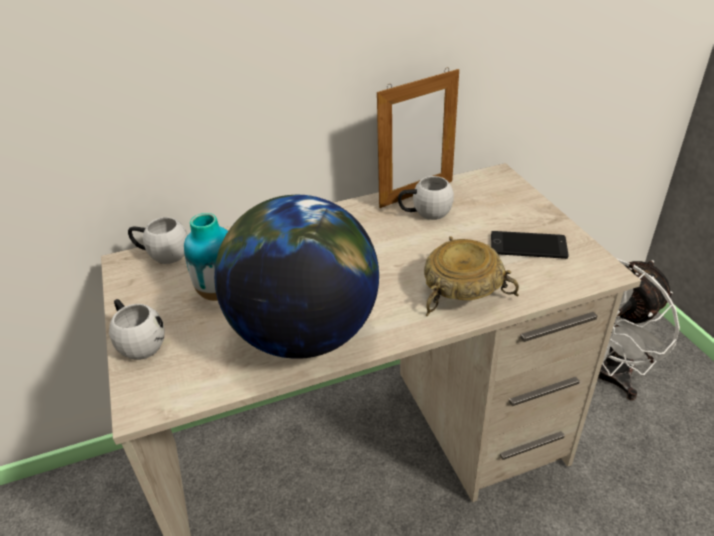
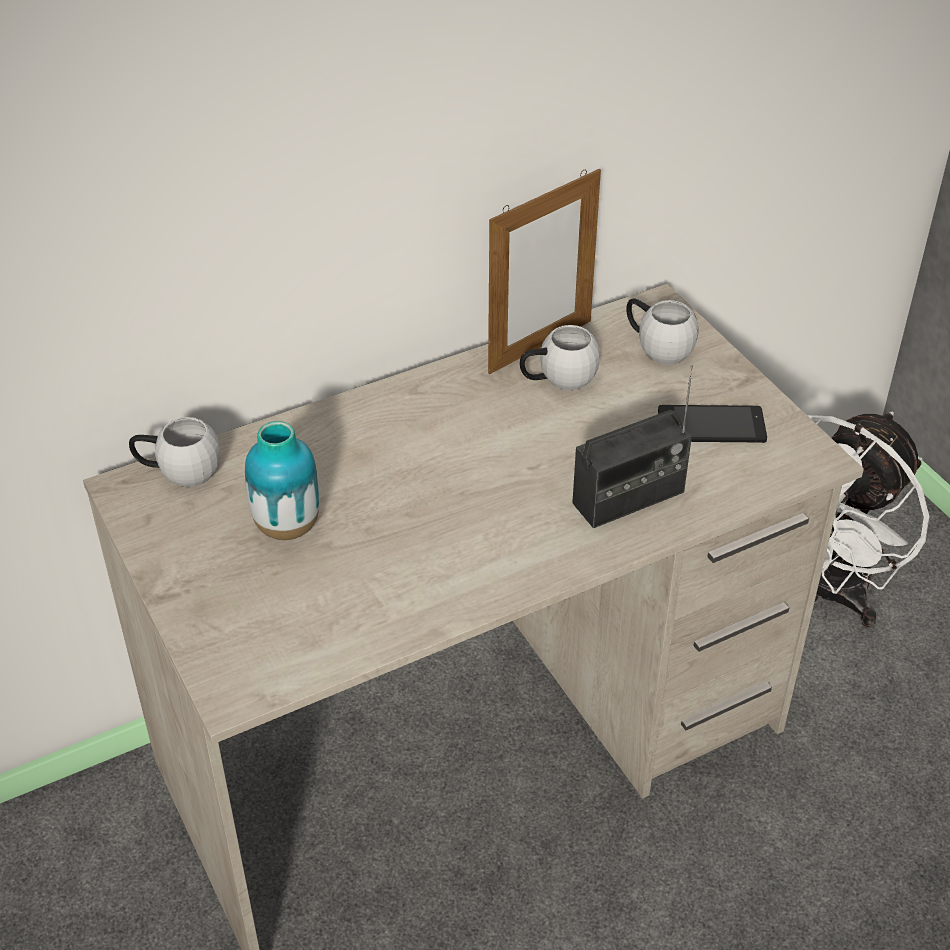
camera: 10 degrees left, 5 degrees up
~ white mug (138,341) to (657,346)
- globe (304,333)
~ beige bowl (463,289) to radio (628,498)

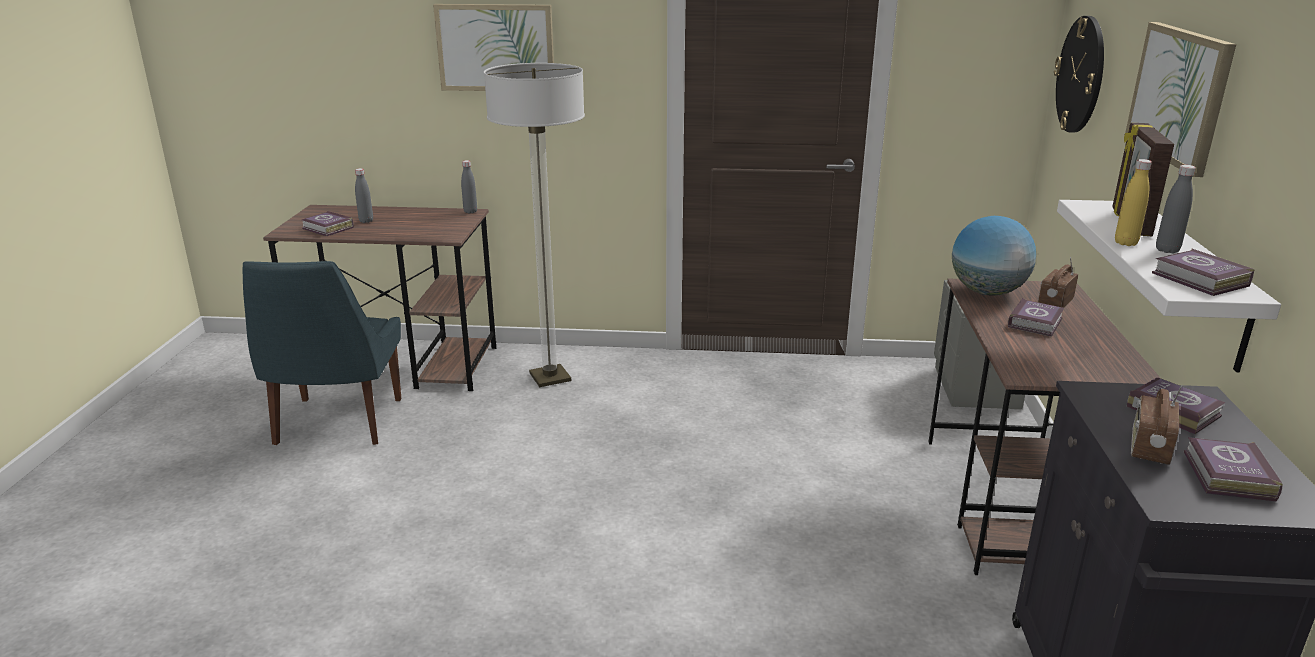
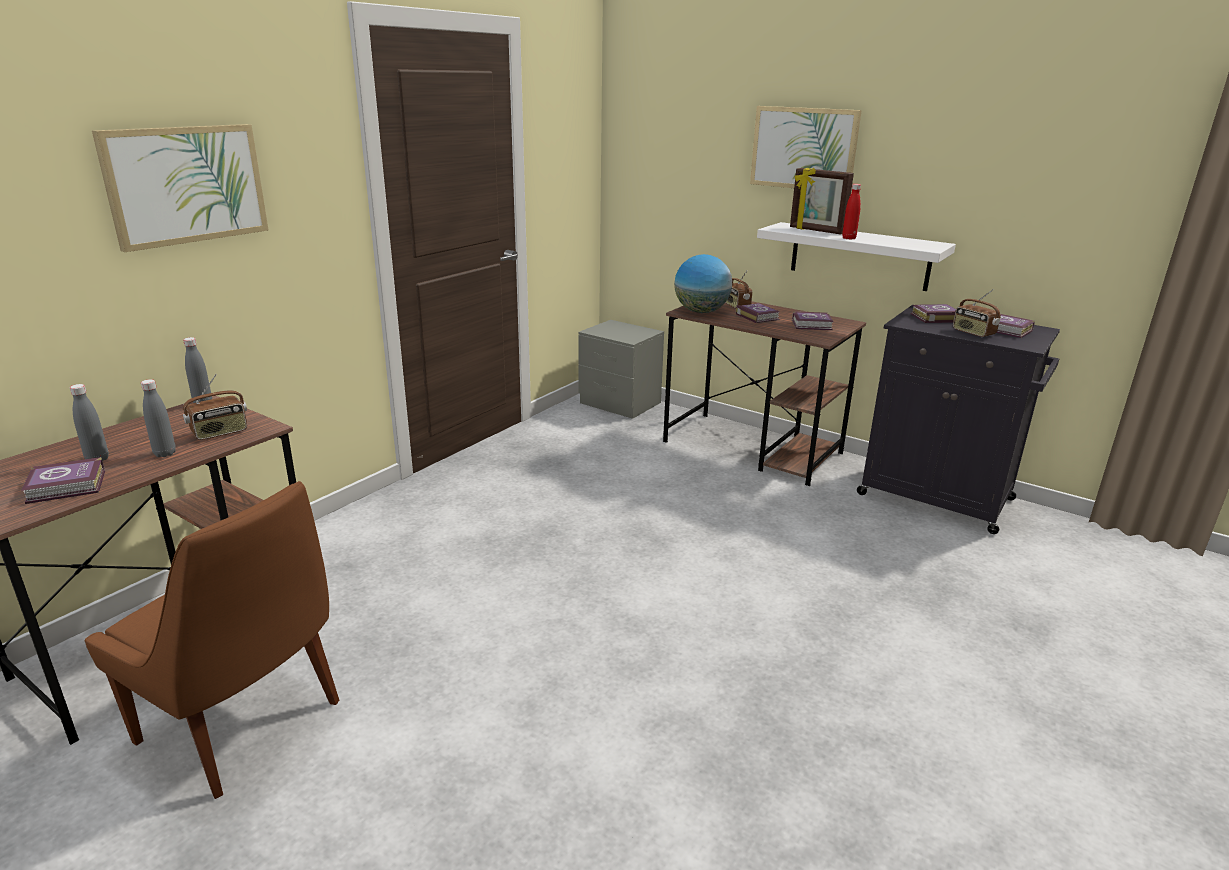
camera: 60 degrees left, 0 degrees up
~ blue chair (337,424) to brown chair (245,725)
- floor lamp (550,377)
- wall clock (1081,75)
~ yellow bottle (1125,243) to red bottle (849,238)
~ book (1200,280) to (813,325)
~ grey bottle (1167,250) to (165,453)
+ radio (220,433)

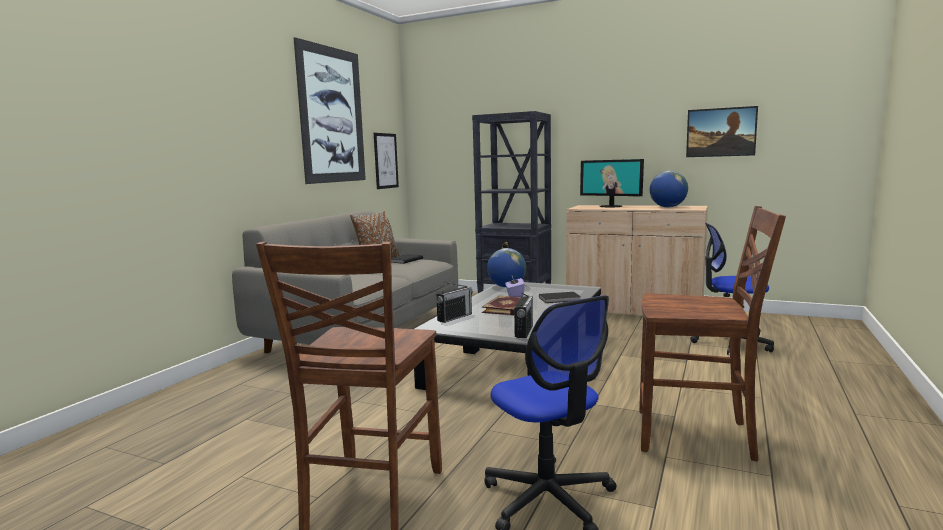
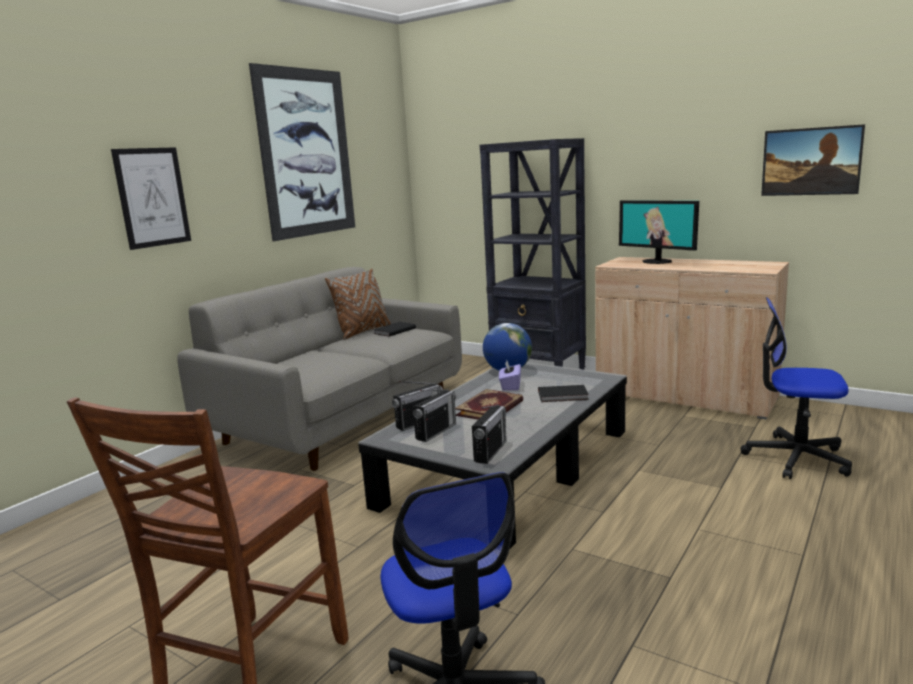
camera: 10 degrees right, 5 degrees up
~ picture (386,161) to (152,197)
- brown chair (696,436)
- globe (668,207)
+ radio (436,431)

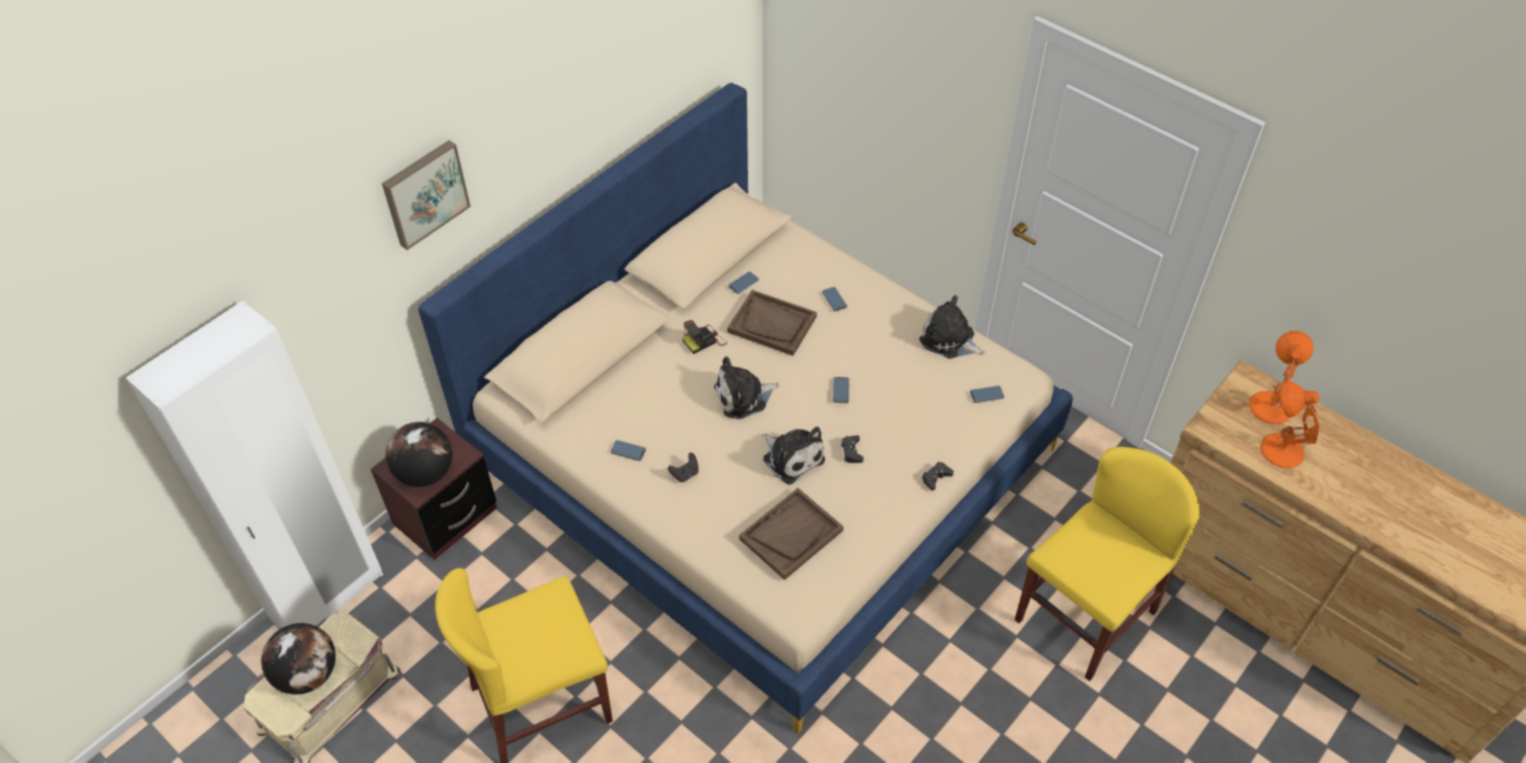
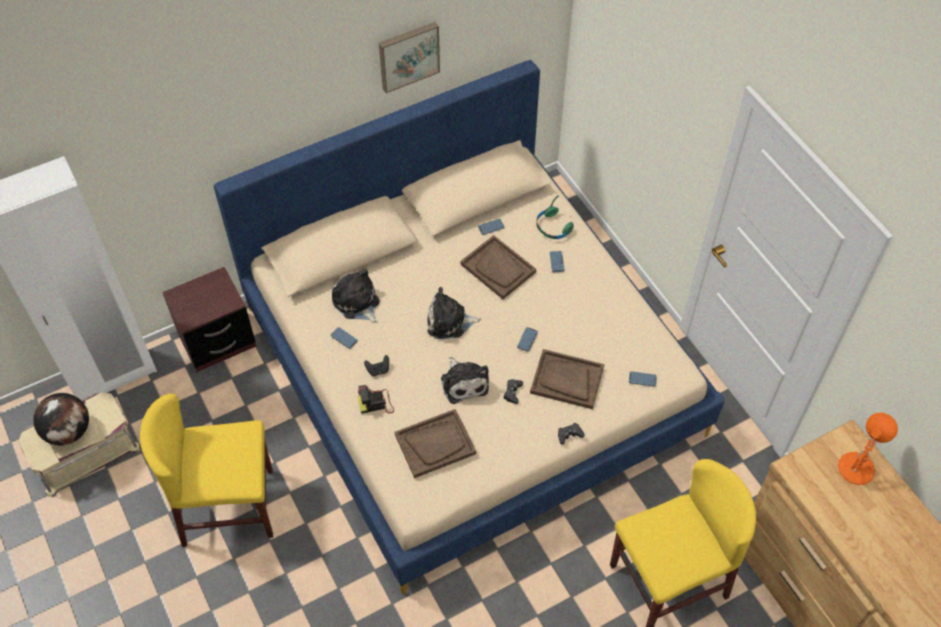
camera: 20 degrees right, 5 degrees up
~ picture (424,193) to (408,55)
- globe (425,473)
~ photo camera (704,340) to (376,403)
~ plush toy (949,340) to (357,303)
- orange table lamp (1279,450)
+ brown tray (566,380)
+ green headphones (553,227)

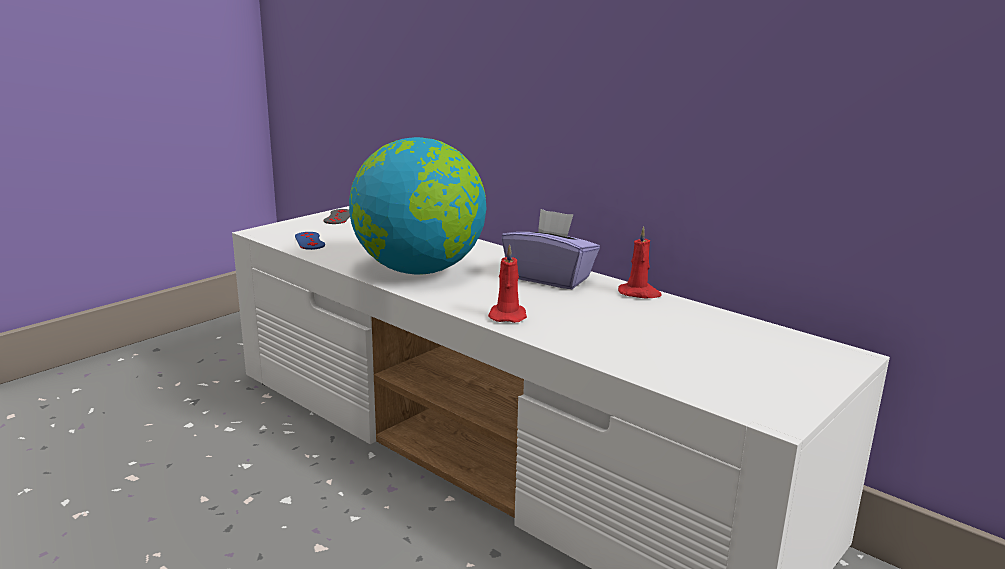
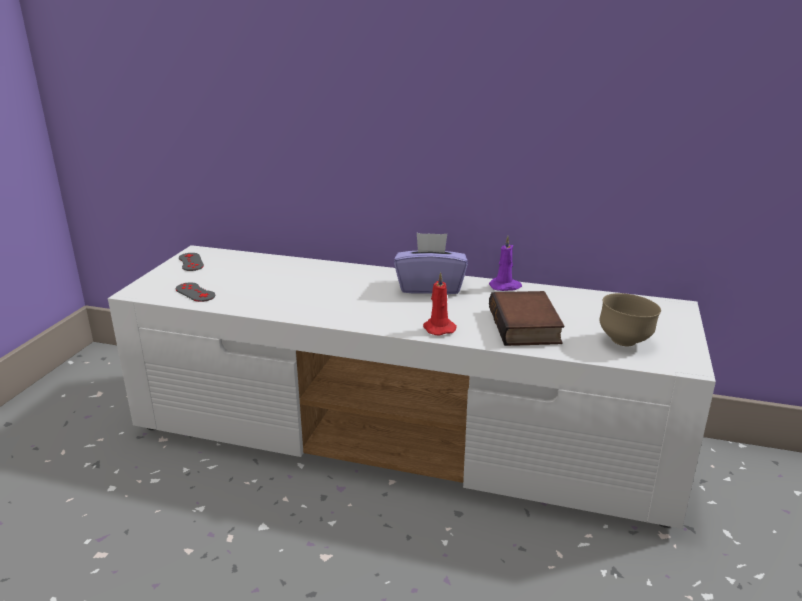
camera: 25 degrees left, 5 degrees up
~ blue game controller (309,241) to grey game controller (195,292)
- globe (419,270)
~ red candle (639,293) to purple candle (505,286)
+ book (527,326)
+ brown bowl (625,342)

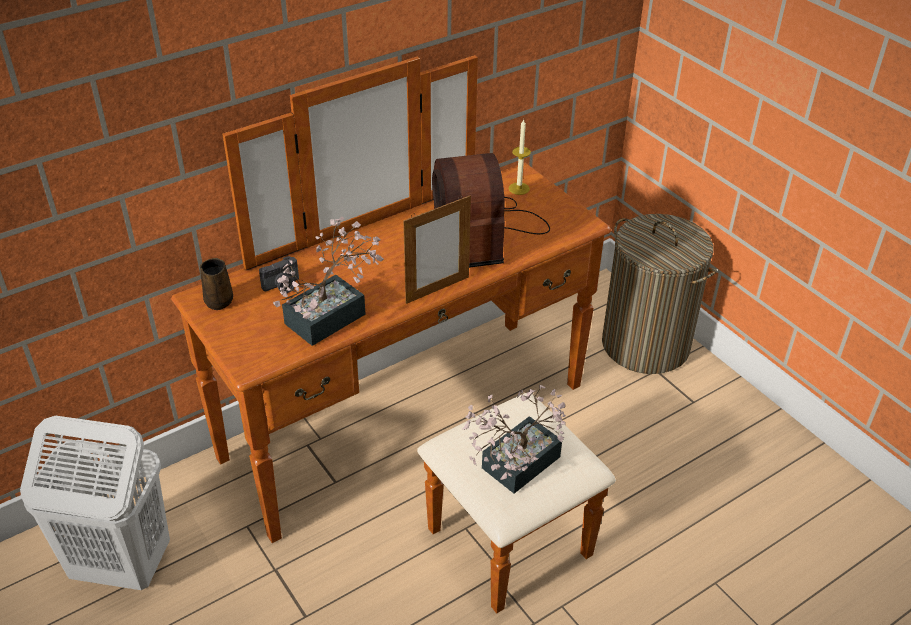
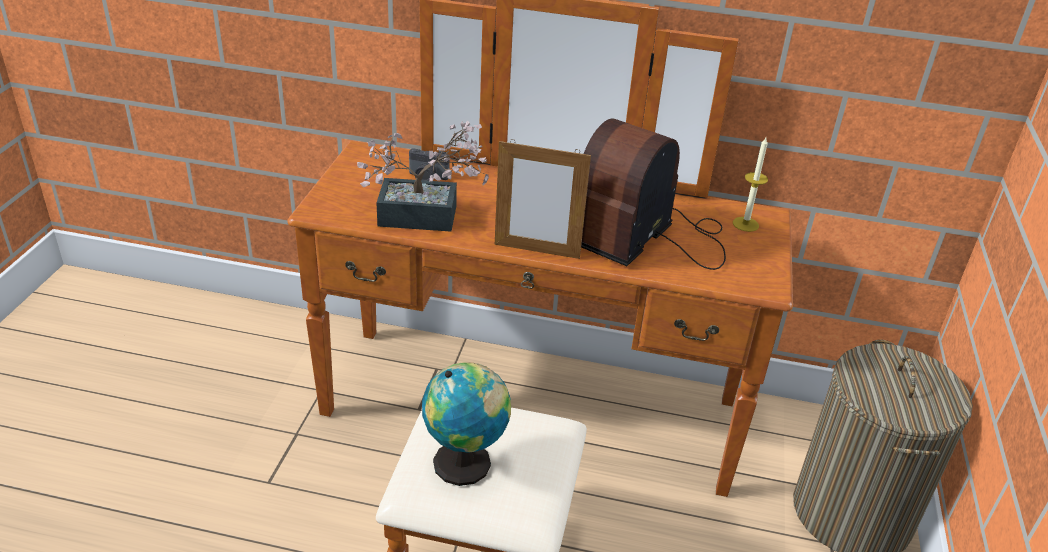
camera: 45 degrees right, 5 degrees down
- white laundry basket (120,565)
- brown mug (220,300)
~ potted plant (513,467) to globe (466,463)

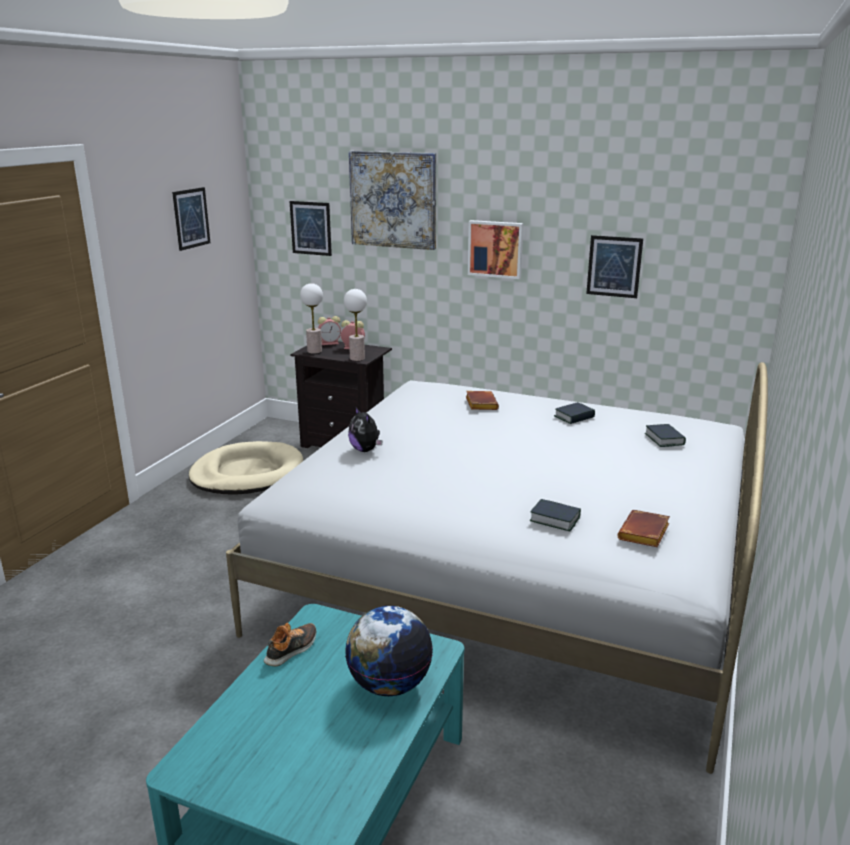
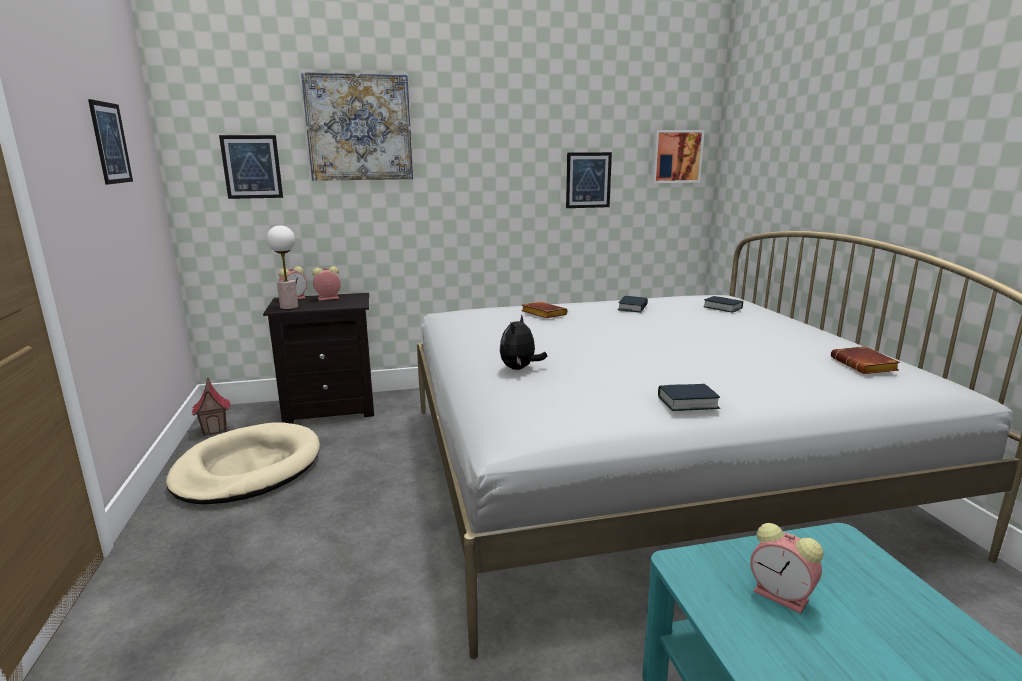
camera: 35 degrees left, 5 degrees down
- shoe (292,649)
- table lamp (357,358)
- globe (389,684)
~ plush toy (365,450) = (520,369) 90 degrees clockwise
~ picture (496,249) to (676,156)
~ book (554,519) to (687,403)
+ toy house (215,429)
+ alarm clock (783,596)

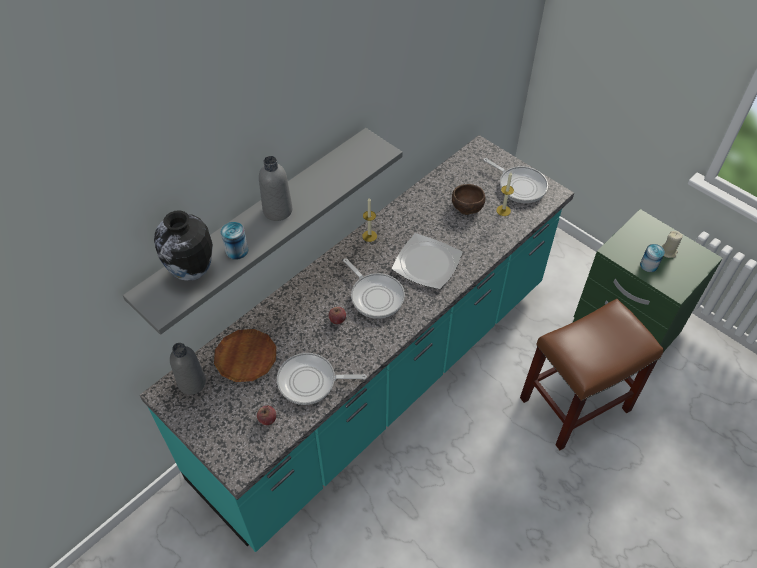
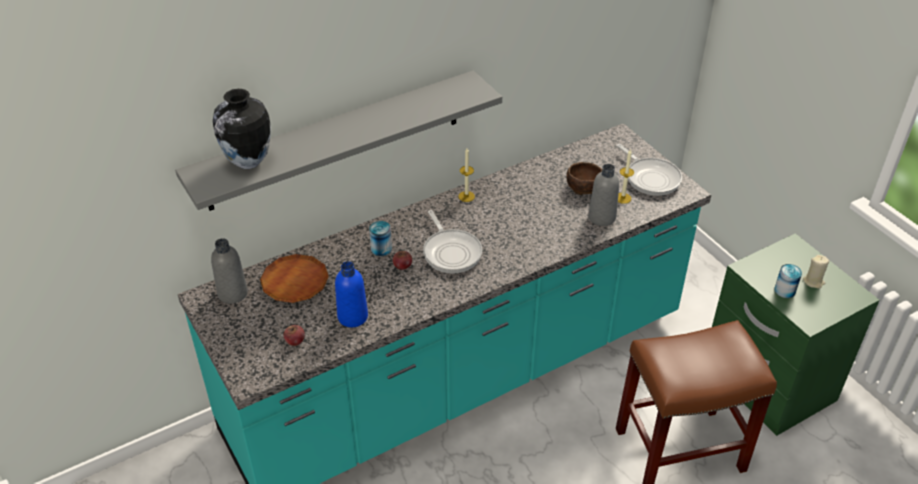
camera: 15 degrees right, 10 degrees down
~ can (237,250) to (381,249)
~ grey bottle (277,210) to (602,217)
~ frying pan (311,381) to blue bottle (352,316)
- plate (426,263)

